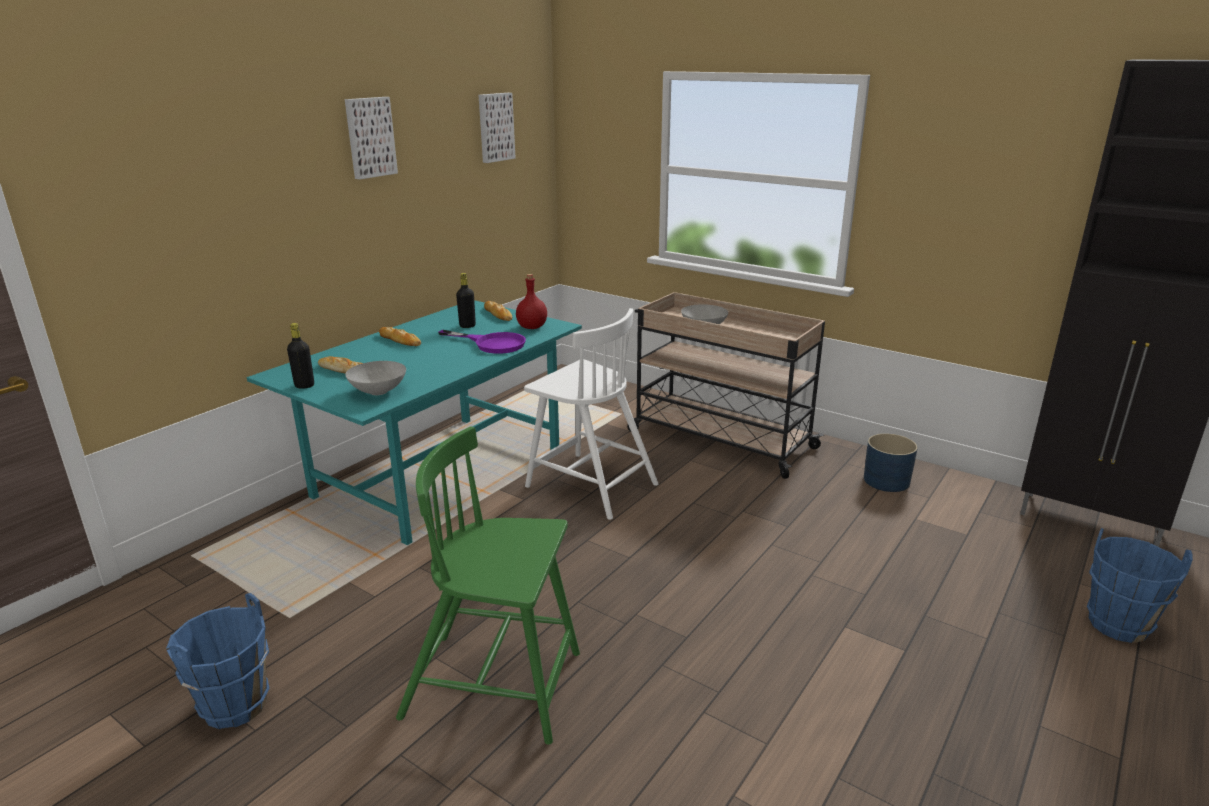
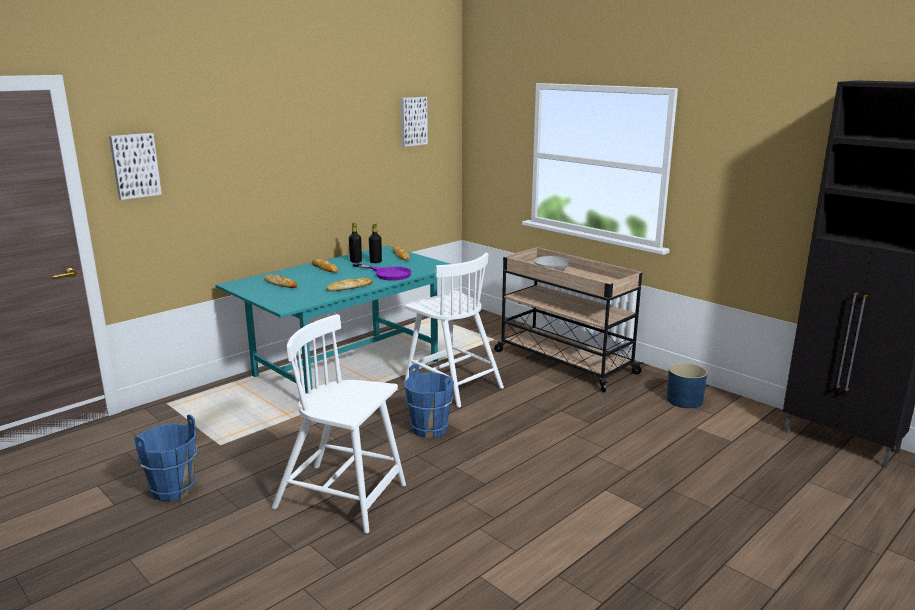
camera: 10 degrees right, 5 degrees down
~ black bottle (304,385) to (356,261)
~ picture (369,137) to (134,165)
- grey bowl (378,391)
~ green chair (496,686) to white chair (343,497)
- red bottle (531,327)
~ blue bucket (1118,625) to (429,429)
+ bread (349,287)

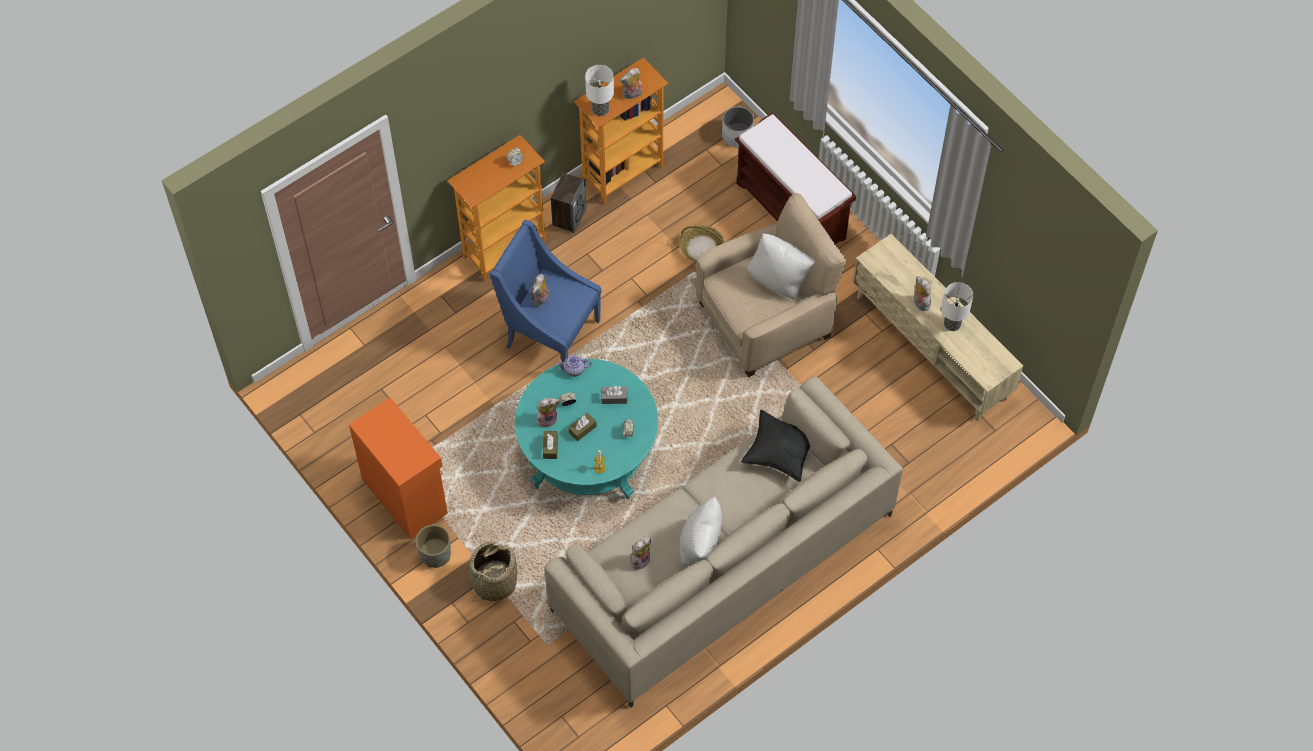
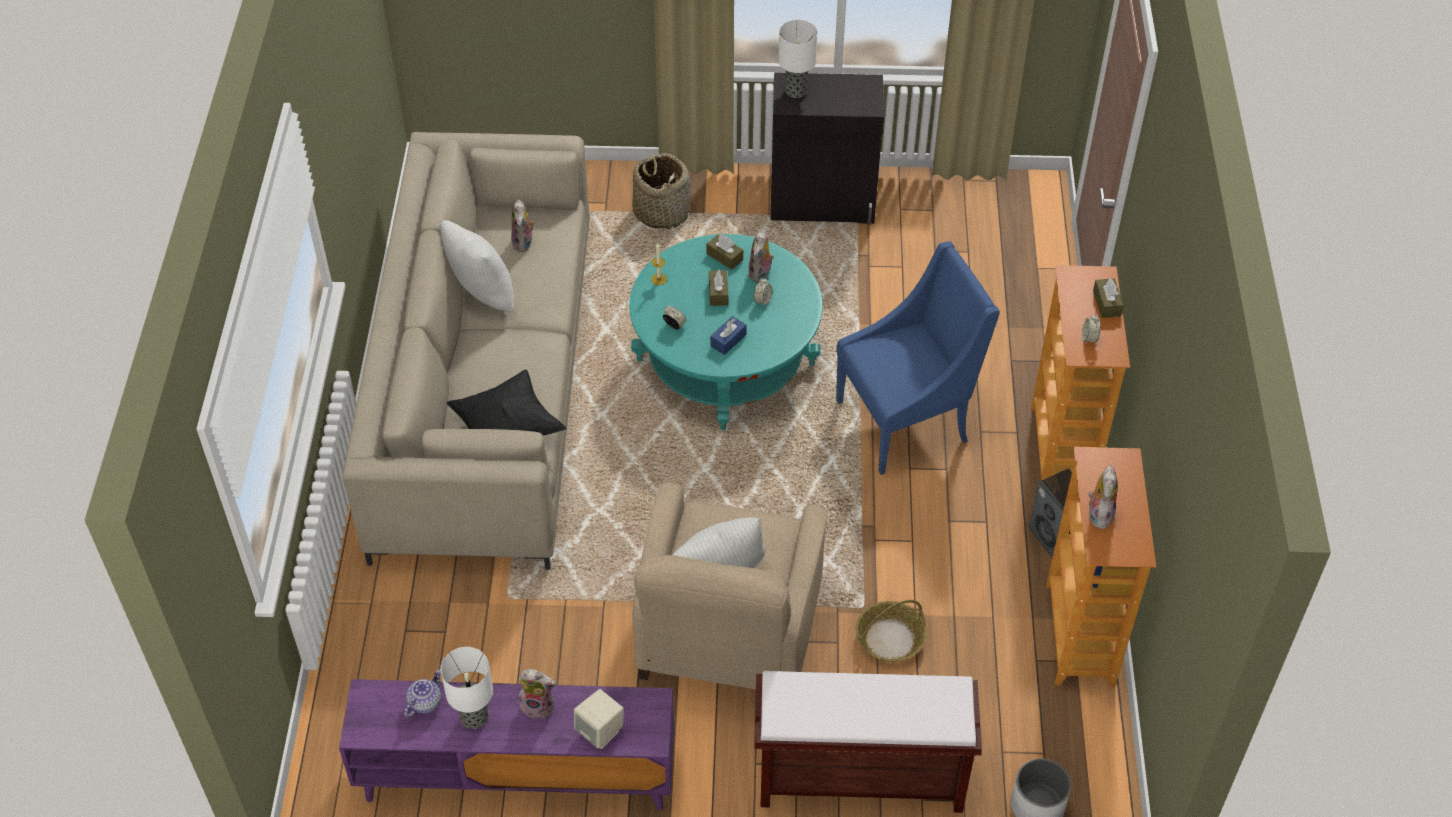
camera: 130 degrees right, 10 degrees down
~ orange cabinet (405,495) to black cabinet (823,204)
- grey planter (435,555)
- plush toy (541,299)
~ teapot (574,370) to (425,702)
~ table lamp (601,109) to (795,91)
~ grey tissue box (614,398) to blue tissue box (728,340)
~ beige tv stand (932,347) to purple tv stand (516,776)
+ beige speaker (600,731)
+ brown tissue box (1106,303)

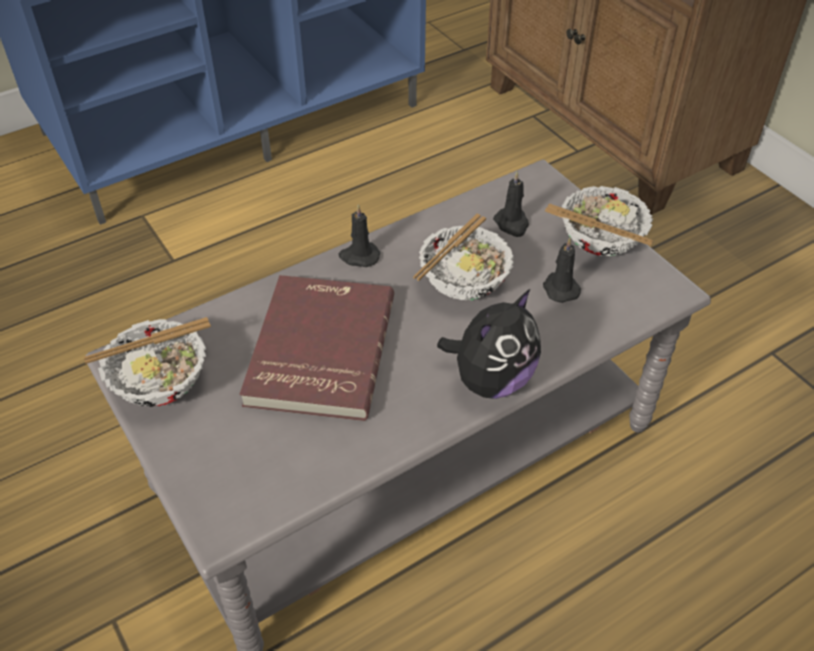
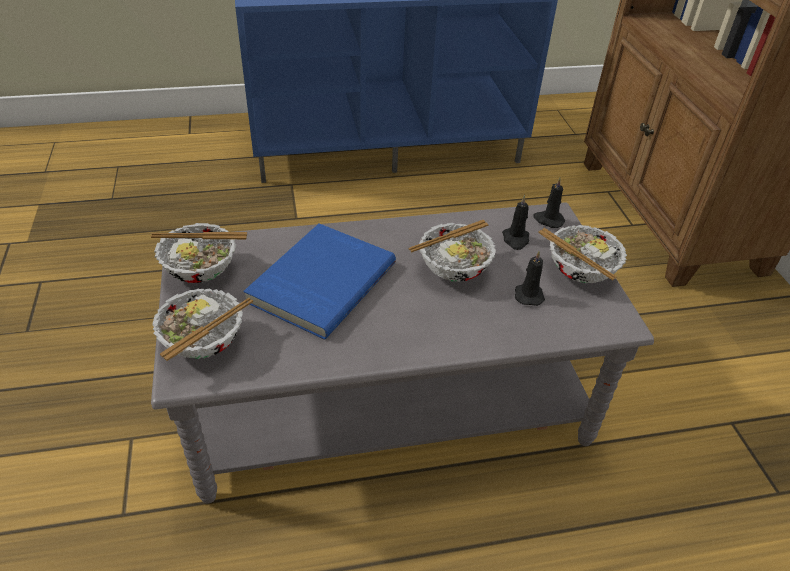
camera: 20 degrees right, 5 degrees down
~ red book (317,350) to blue book (320,282)
~ black candle (359,256) to (548,220)
- plush toy (491,380)
+ bowl (204,343)

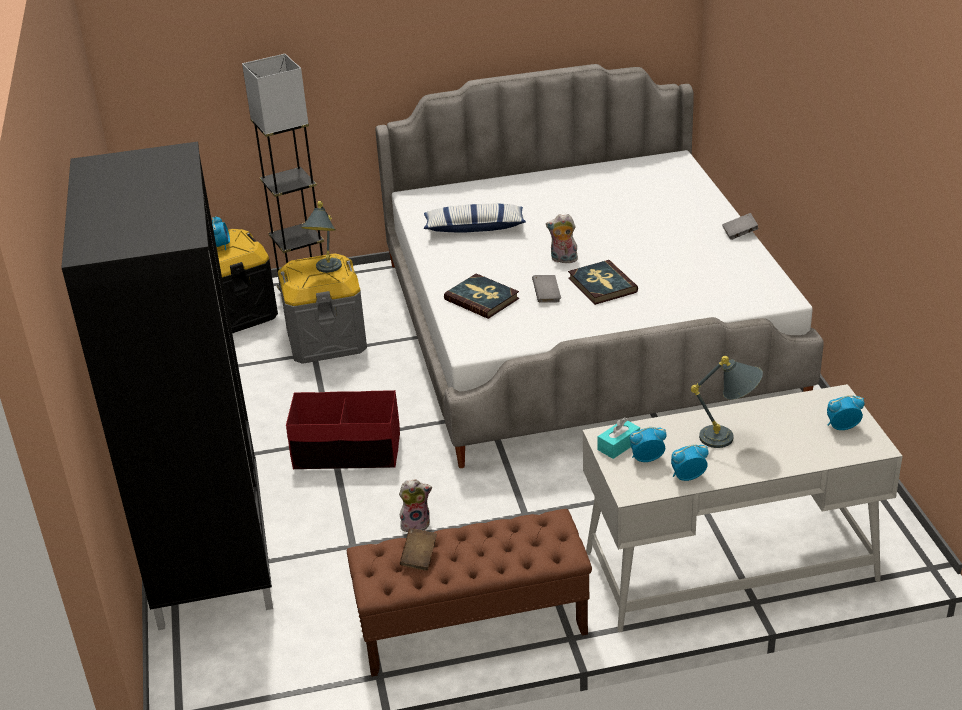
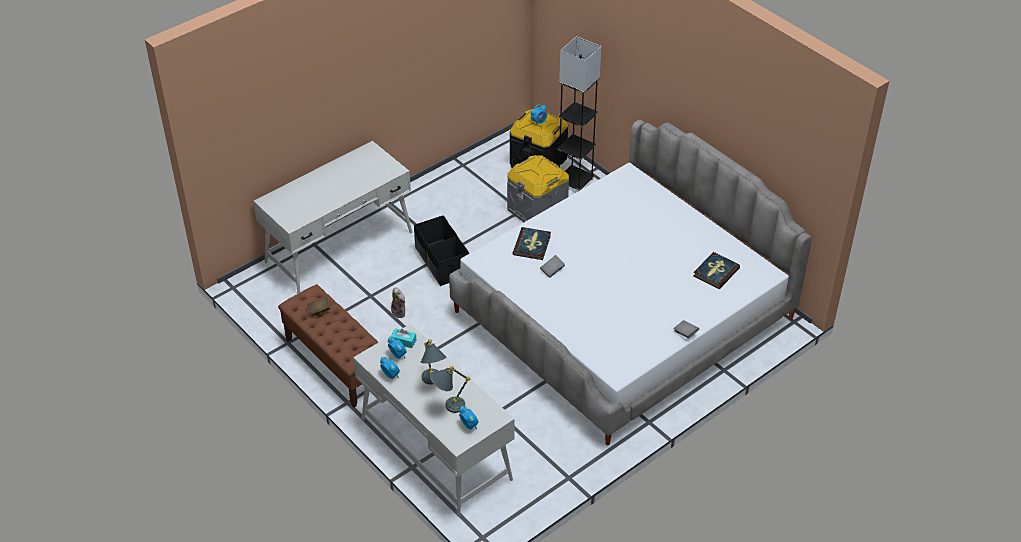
camera: 60 degrees right, 10 degrees up
~ black wardrobe (210,550) to white desk (339,247)
~ red storage box (347,452) to black storage box (442,262)
~ grey table lamp (326,271) to (447,406)
- pillow (474,228)
- plush toy (563,260)
~ book (602,285) to (716,272)

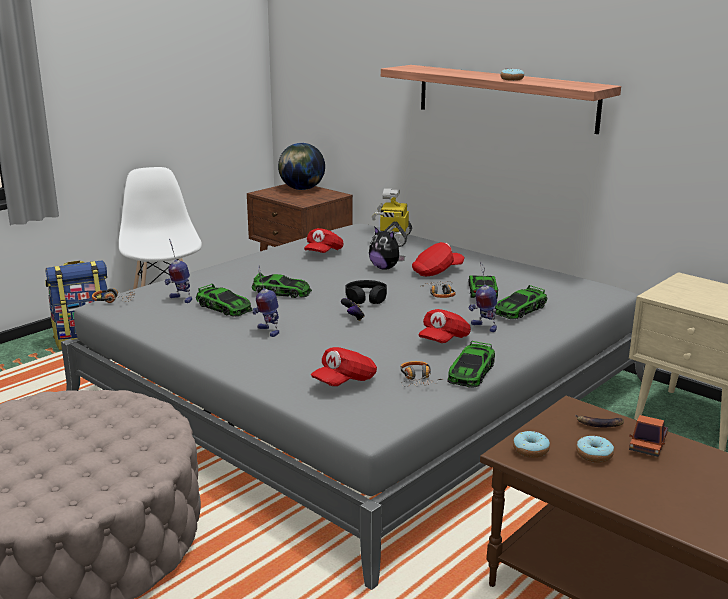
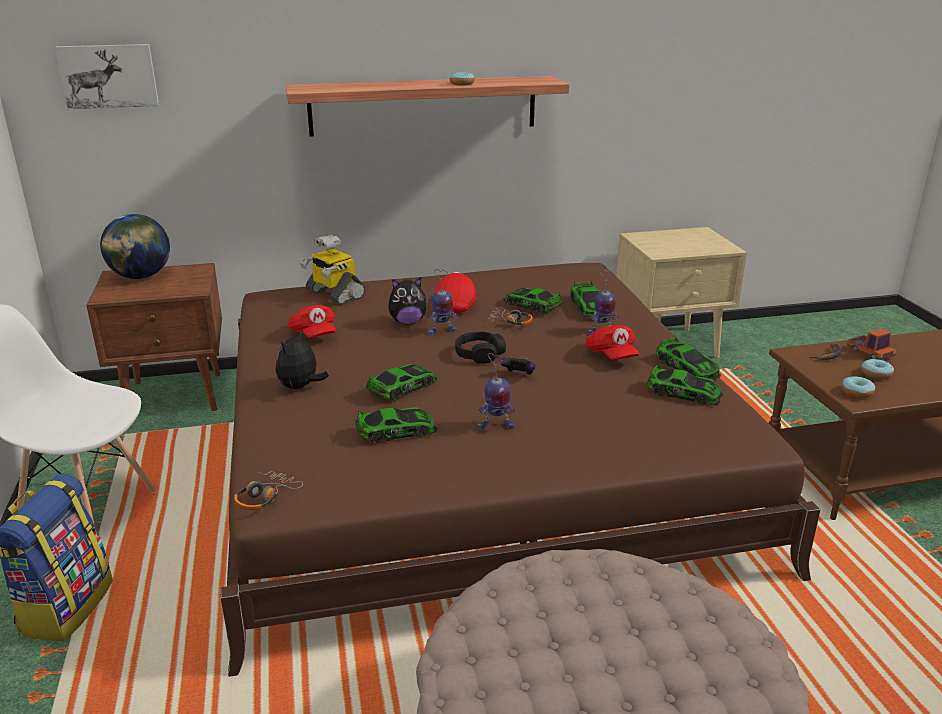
camera: 55 degrees left, 5 degrees up
~ grey bed (362,390) to brown bed (470,455)
~ toy robot (180,299) to (441,331)
- red cap (344,382)
~ headphones (417,380) to toy car (684,393)
+ picture (109,76)
+ plush toy (300,387)

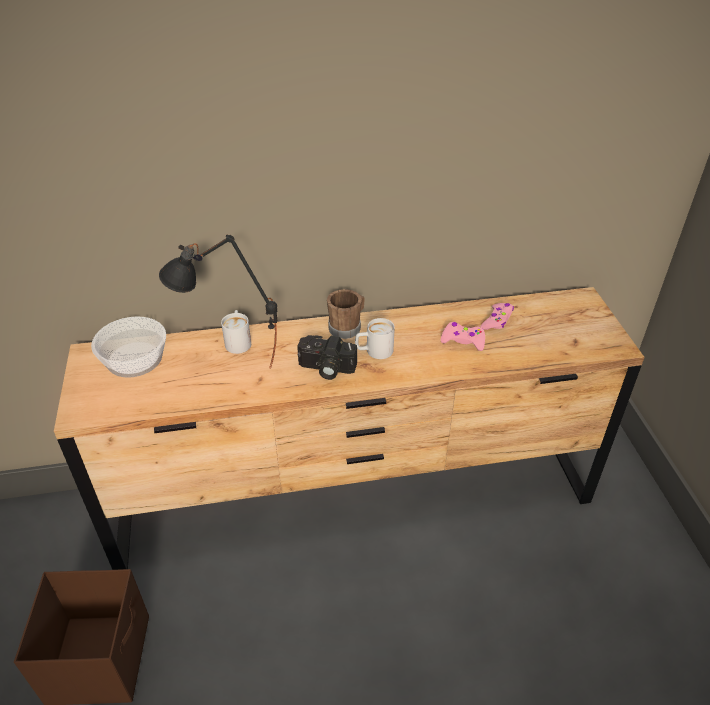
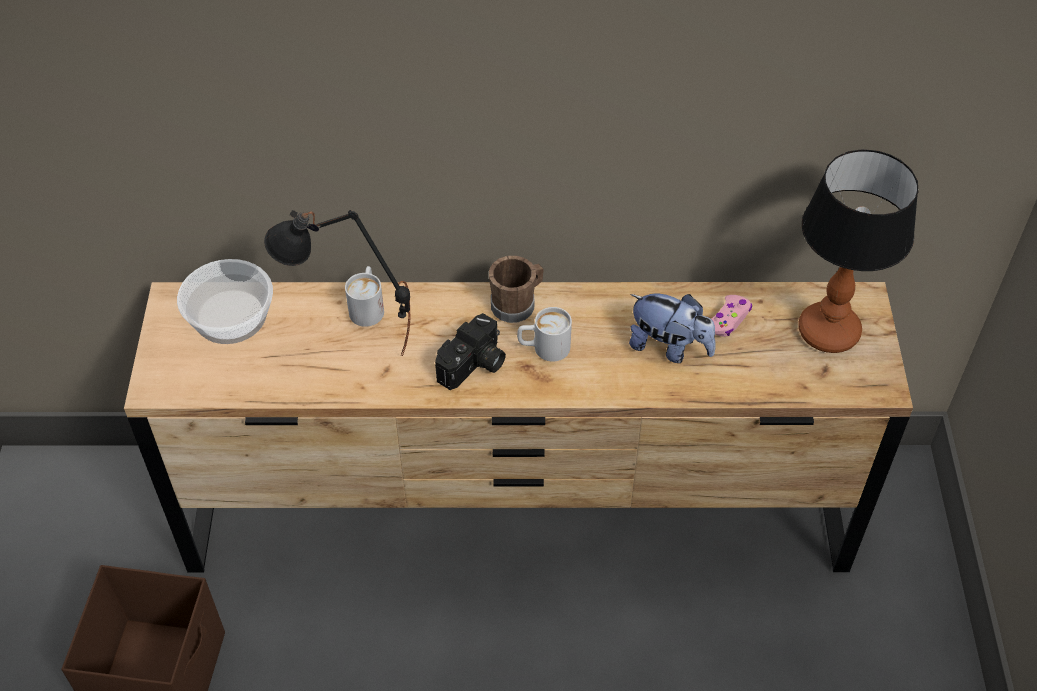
camera: 10 degrees right, 10 degrees up
~ photo camera (326,369) = (474,366) 75 degrees counterclockwise
~ pink game controller (463,340) to plush toy (669,347)
+ table lamp (830,332)

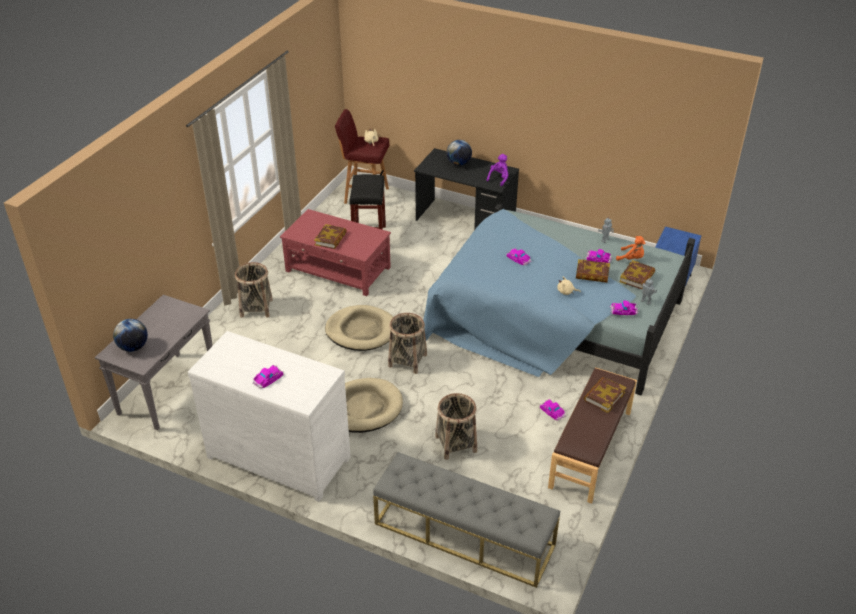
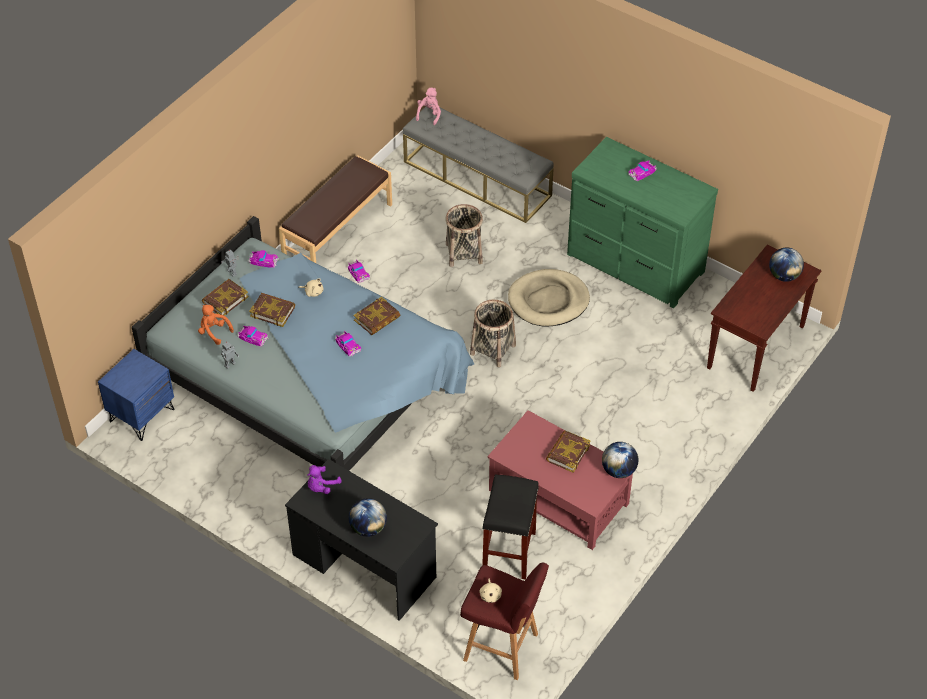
camera: 170 degrees left, 10 degrees up
~ grey console table (168,390) to brown console table (755,348)
~ white dresser (279,455) to green dresser (634,264)
- basket (256,308)
- beige dog bed (361,331)
~ book (604,396) to (377,319)
+ pink plush toy (429,114)
+ globe (619,470)

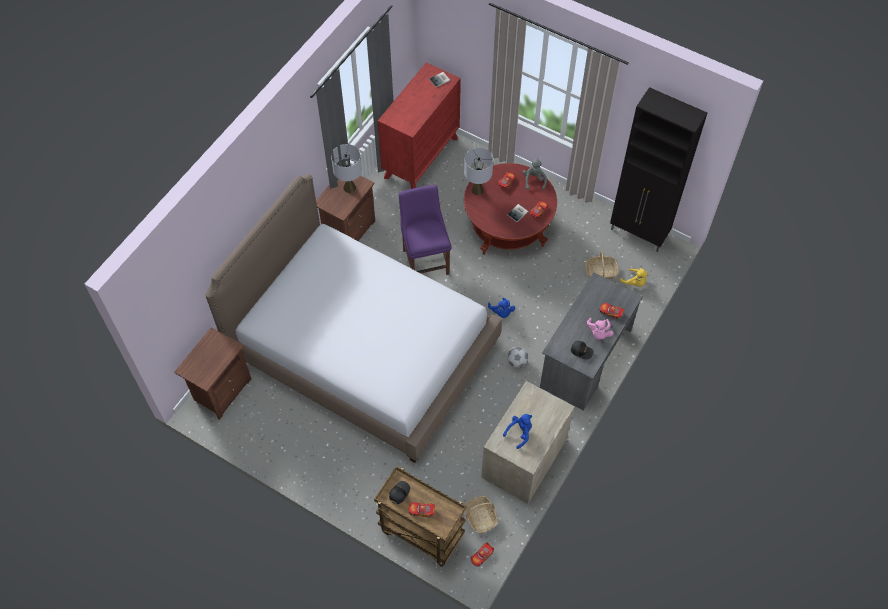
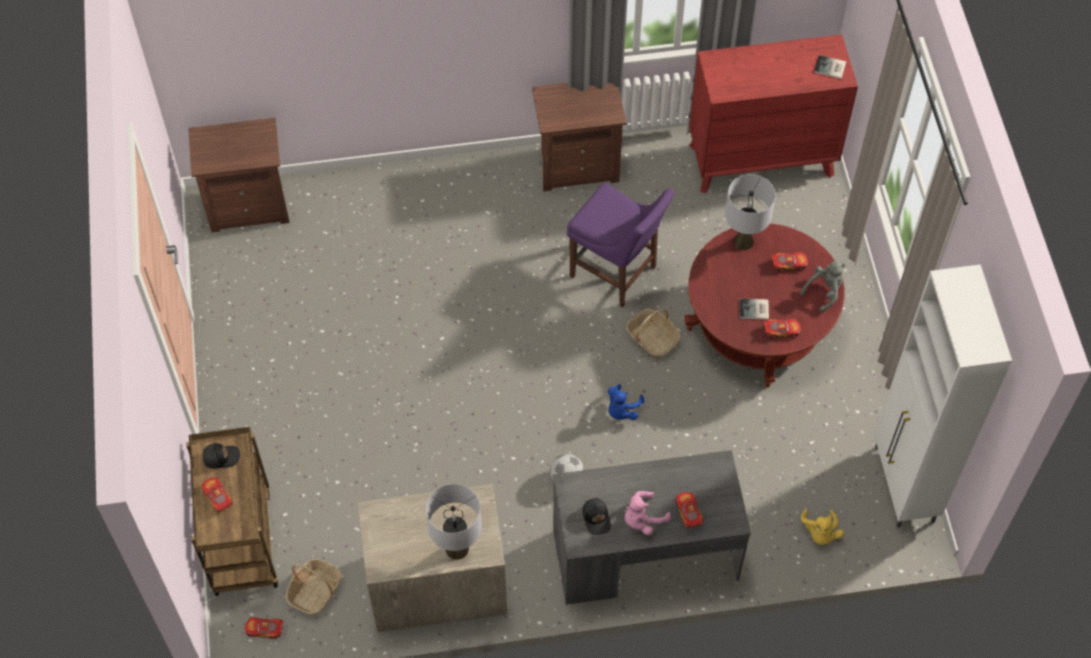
camera: 50 degrees right, 0 degrees up
- bed (363,349)
~ grey table lamp (349,187) to (457,548)
~ purple chair (425,260) = (616,274) 90 degrees clockwise
- blue plush toy (519,433)
~ basket (600,271) to (652,338)
~ black cabinet (639,234) to white cabinet (903,485)

